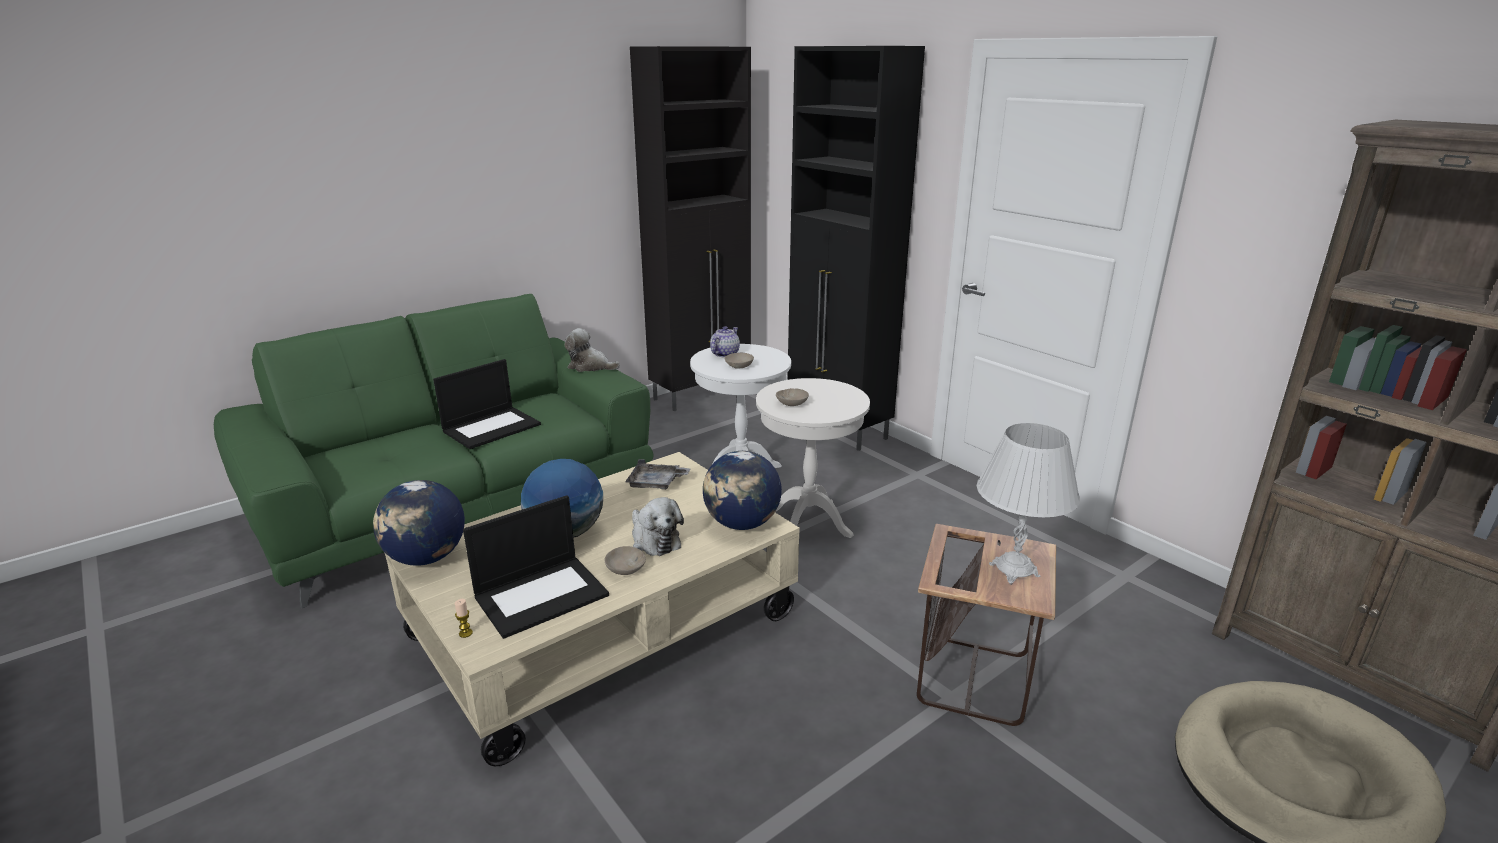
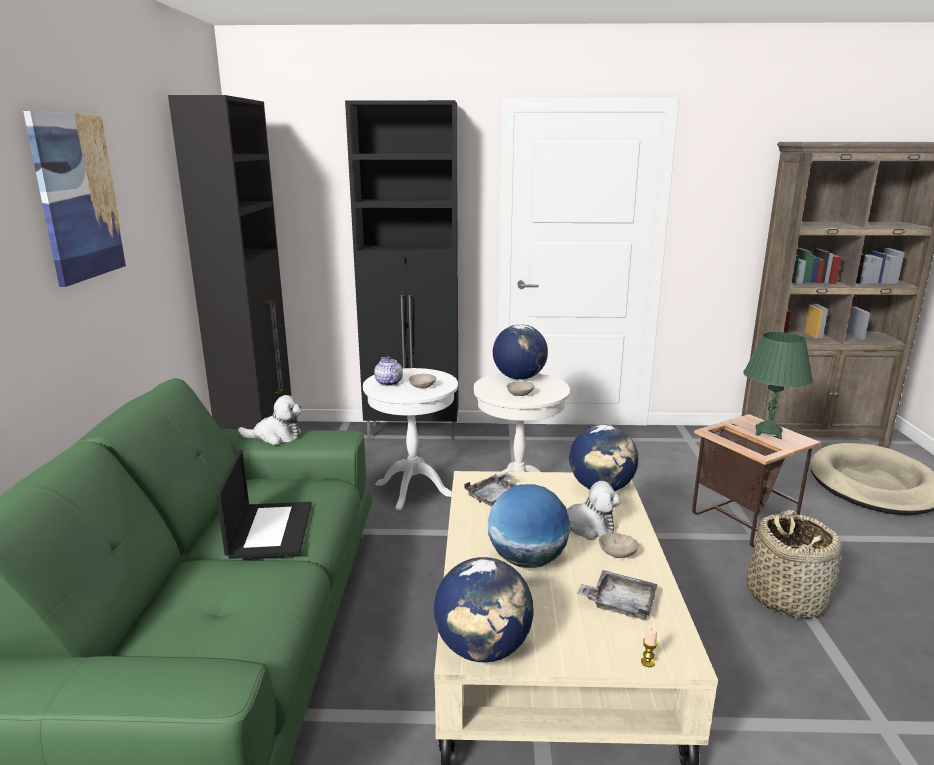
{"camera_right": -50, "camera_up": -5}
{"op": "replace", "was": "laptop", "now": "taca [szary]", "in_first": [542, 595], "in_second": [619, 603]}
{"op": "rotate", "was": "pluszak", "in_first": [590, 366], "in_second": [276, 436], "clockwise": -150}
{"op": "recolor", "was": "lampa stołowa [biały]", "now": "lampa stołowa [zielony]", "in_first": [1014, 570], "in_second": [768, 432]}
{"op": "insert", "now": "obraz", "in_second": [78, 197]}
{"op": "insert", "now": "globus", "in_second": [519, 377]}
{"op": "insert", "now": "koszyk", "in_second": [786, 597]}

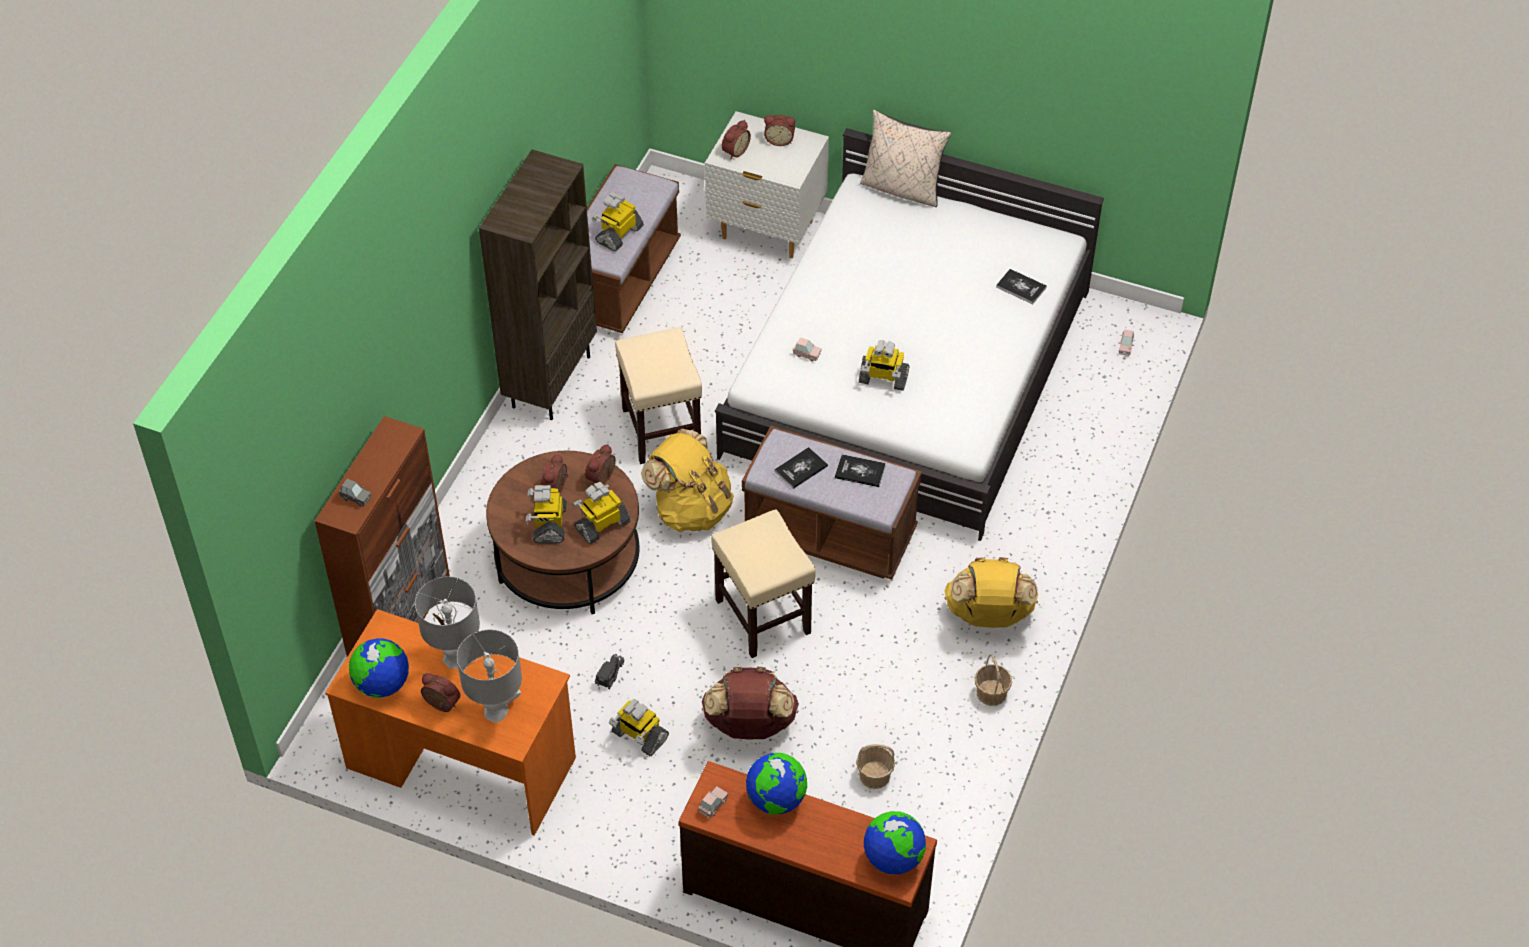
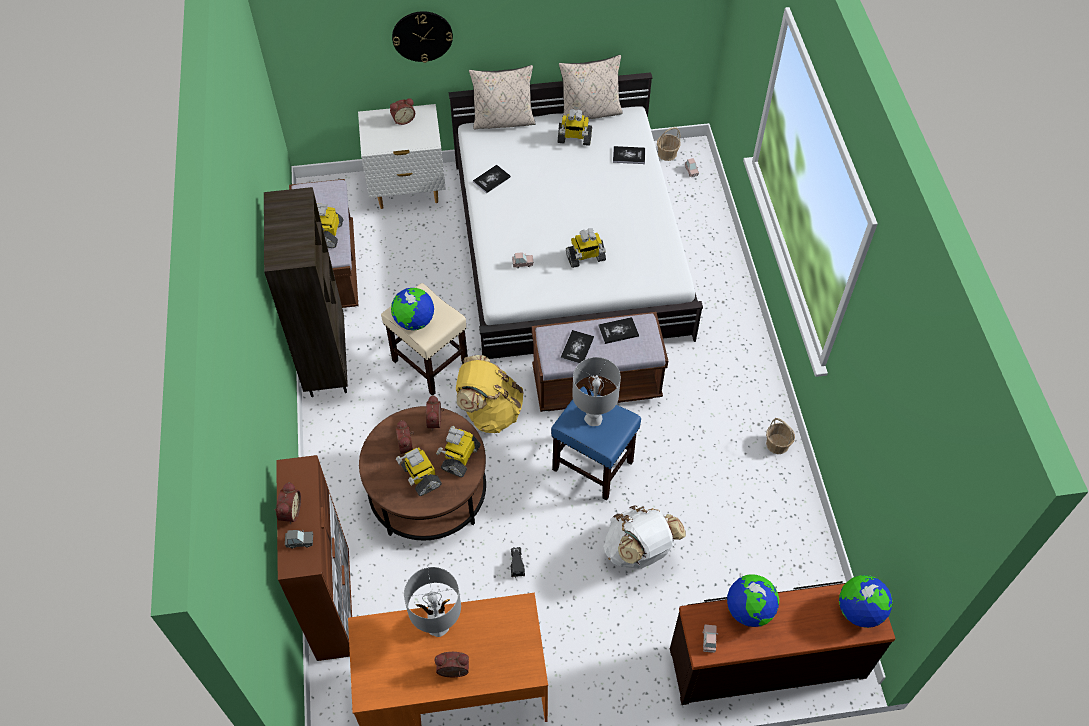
{"camera_right": -30, "camera_up": 5}
{"op": "move", "was": "globus", "in_first": [382, 684], "in_second": [414, 321]}
{"op": "move", "was": "lampa stołowa [szary]", "in_first": [496, 711], "in_second": [594, 418]}
{"op": "move", "was": "robot zabawkowy", "in_first": [639, 736], "in_second": [574, 139]}
{"op": "recolor", "was": "plecak [brązowy]", "now": "plecak [biały]", "in_first": [749, 725], "in_second": [639, 551]}
{"op": "recolor", "was": "stołek [beżowy]", "now": "stołek [niebieski]", "in_first": [764, 617], "in_second": [593, 466]}
{"op": "move", "was": "budzik", "in_first": [734, 151], "in_second": [289, 512]}
{"op": "move", "was": "koszyk", "in_first": [874, 775], "in_second": [667, 153]}
{"op": "delete", "was": "plecak [żółty]", "in_first": [988, 615]}
{"op": "insert", "now": "zegar ścienny", "in_second": [422, 36]}
{"op": "insert", "now": "książka", "in_second": [491, 179]}
{"op": "insert", "now": "poduszka [beżowy]", "in_second": [590, 112]}

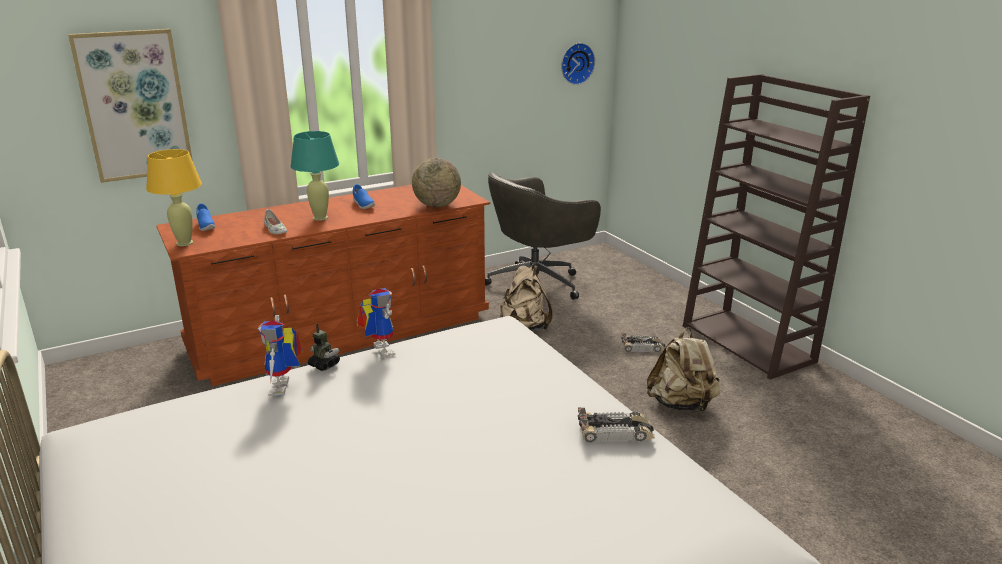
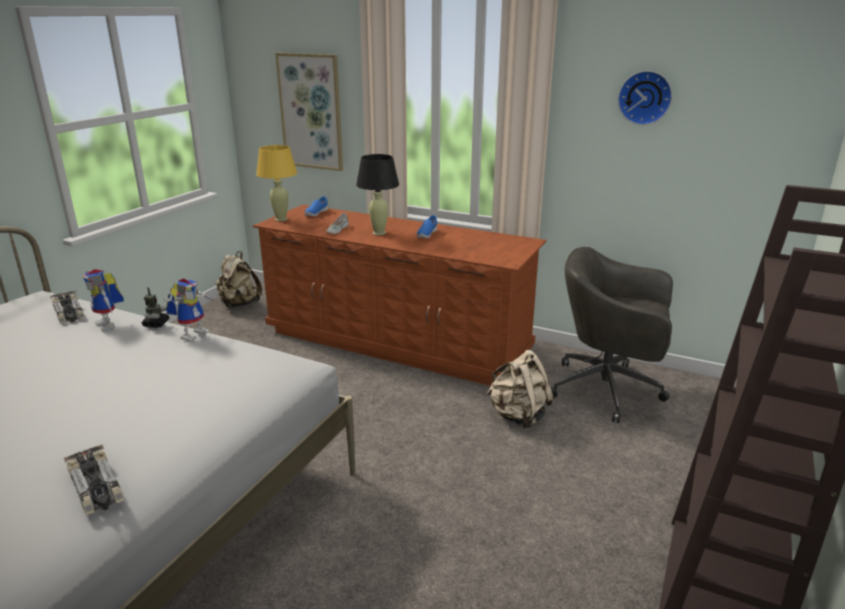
{"camera_right": 55, "camera_up": 0}
{"op": "rotate", "was": "robot zabawkowy", "in_first": [284, 388], "in_second": [110, 324], "clockwise": -90}
{"op": "recolor", "was": "lampa stołowa [turkusowy]", "now": "lampa stołowa [czarny]", "in_first": [320, 218], "in_second": [379, 233]}
{"op": "delete", "was": "globus", "in_first": [437, 205]}
{"op": "move", "was": "zegar ścienny", "in_first": [576, 63], "in_second": [645, 97]}
{"op": "move", "was": "samochodzik", "in_first": [643, 347], "in_second": [69, 313]}
{"op": "move", "was": "plecak [beżowy]", "in_first": [681, 404], "in_second": [239, 304]}

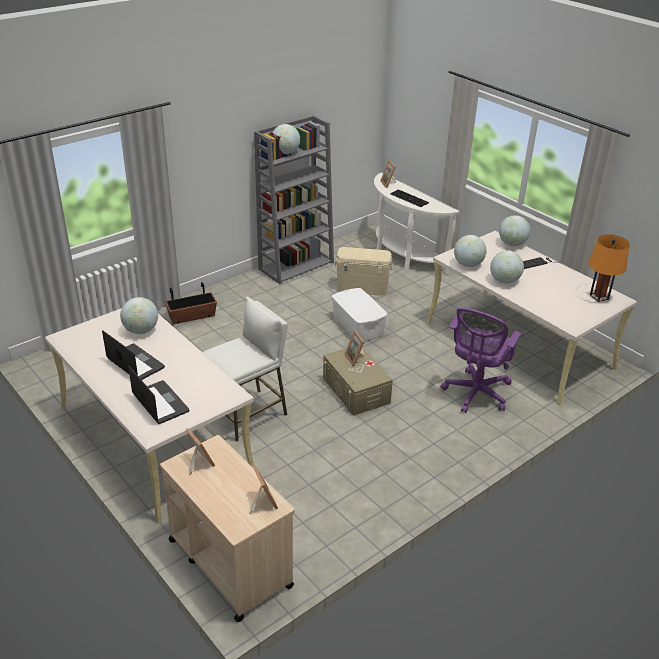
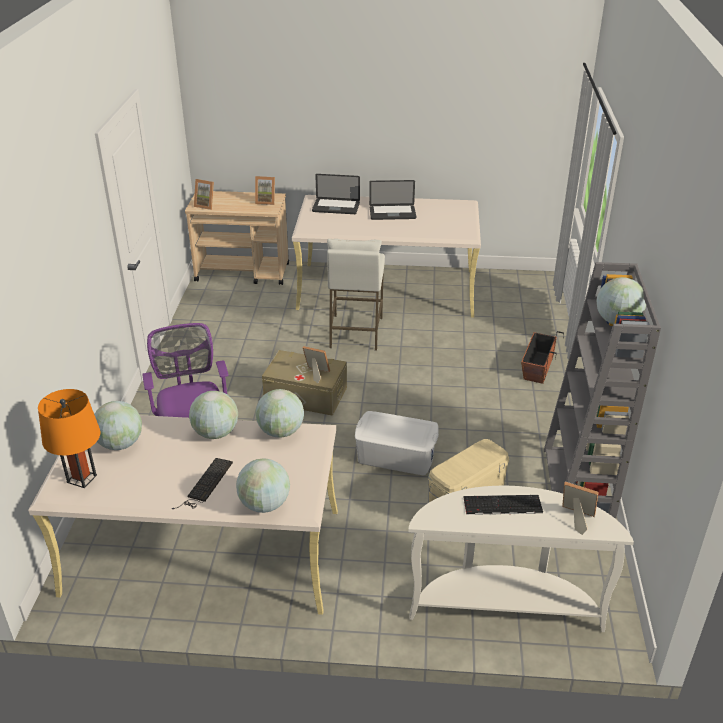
{"camera_right": 135, "camera_up": 0}
{"op": "move", "was": "globus", "in_first": [141, 330], "in_second": [120, 444]}

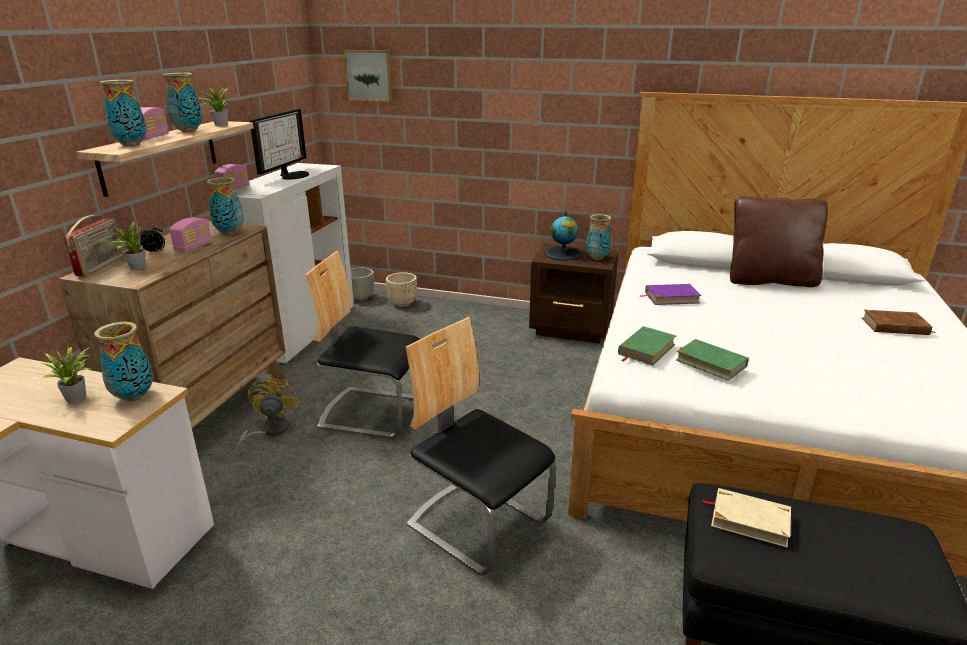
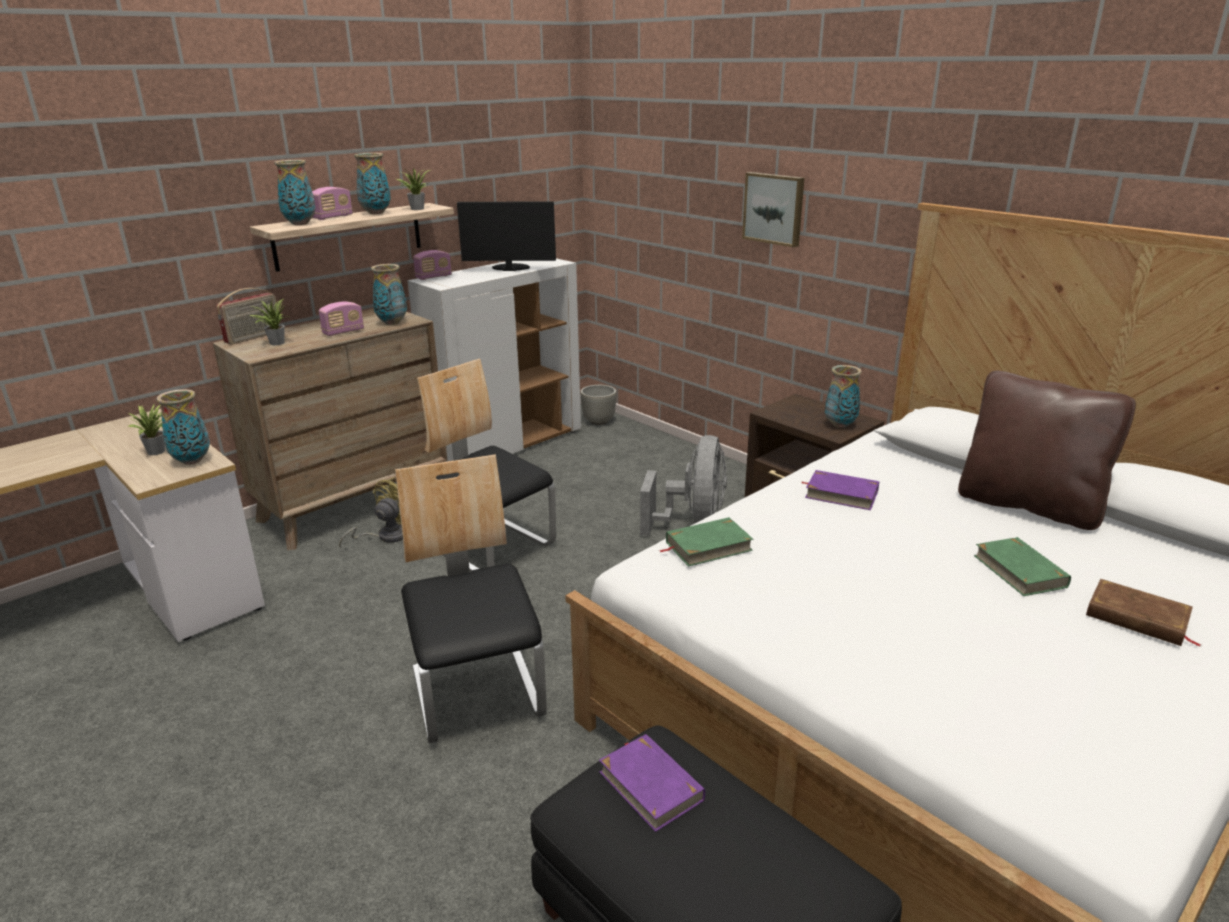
{"camera_right": 30, "camera_up": 0}
{"op": "delete", "was": "budzik", "in_first": [155, 252]}
{"op": "rotate", "was": "monitor", "in_first": [292, 175], "in_second": [510, 268], "clockwise": -135}
{"op": "move", "was": "obraz", "in_first": [370, 75], "in_second": [774, 208]}
{"op": "delete", "was": "donica [beżowy]", "in_first": [402, 304]}
{"op": "delete", "was": "globus", "in_first": [563, 254]}
{"op": "move", "was": "książka [zielony]", "in_first": [710, 363], "in_second": [1019, 571]}
{"op": "recolor", "was": "książka [beżowy]", "now": "książka [fioletowy]", "in_first": [749, 520], "in_second": [651, 785]}
{"op": "insert", "now": "wentylator [szary]", "in_second": [692, 523]}

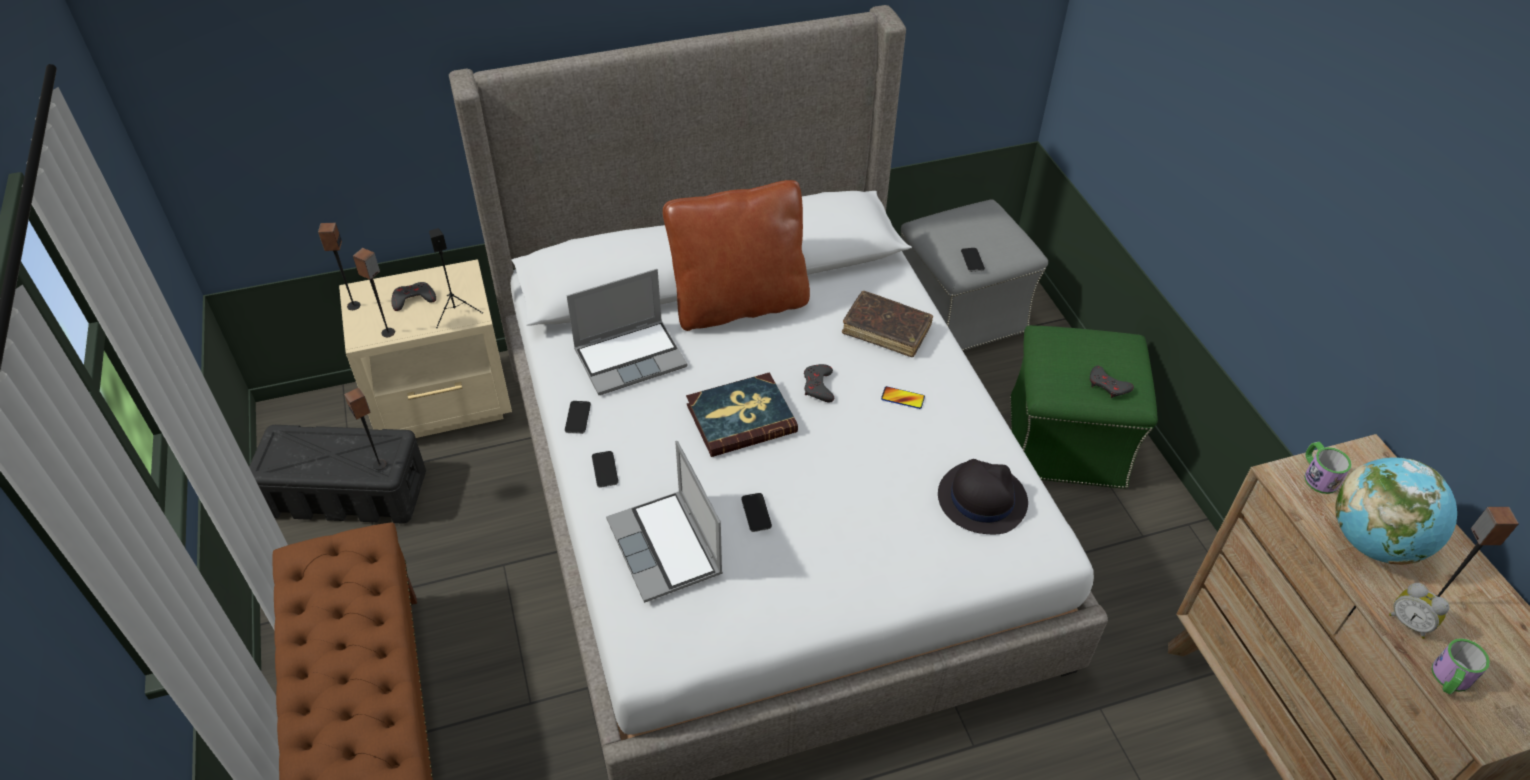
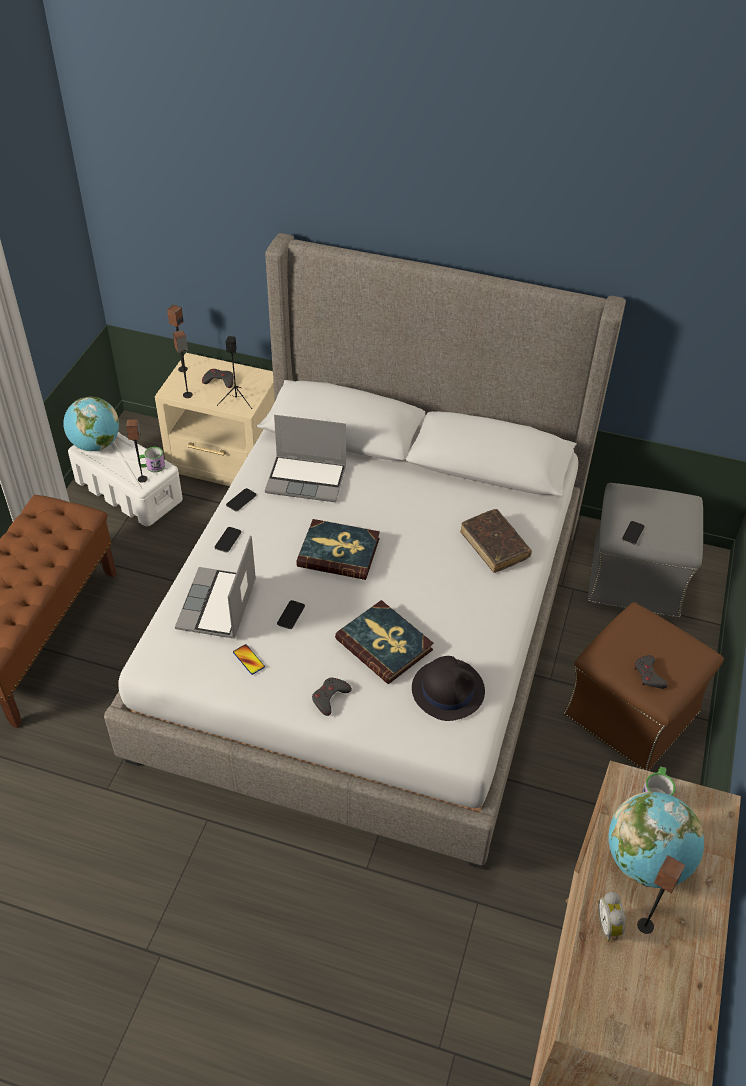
{"camera_right": 35, "camera_up": 0}
{"op": "recolor", "was": "pojemnik do przechowywania [czarny]", "now": "pojemnik do przechowywania [biały]", "in_first": [345, 493], "in_second": [128, 490]}
{"op": "delete", "was": "poduszka [brązowy]", "in_first": [739, 304]}
{"op": "move", "was": "pad do gier [szary]", "in_first": [818, 386], "in_second": [330, 697]}
{"op": "move", "was": "telefon", "in_first": [902, 398], "in_second": [248, 660]}
{"op": "recolor", "was": "pufa [zielony]", "now": "pufa [brązowy]", "in_first": [1068, 442], "in_second": [632, 714]}
{"op": "move", "was": "kubek", "in_first": [1449, 679], "in_second": [152, 466]}
{"op": "insert", "now": "globus", "in_second": [95, 445]}
{"op": "insert", "now": "książka", "in_second": [384, 644]}

